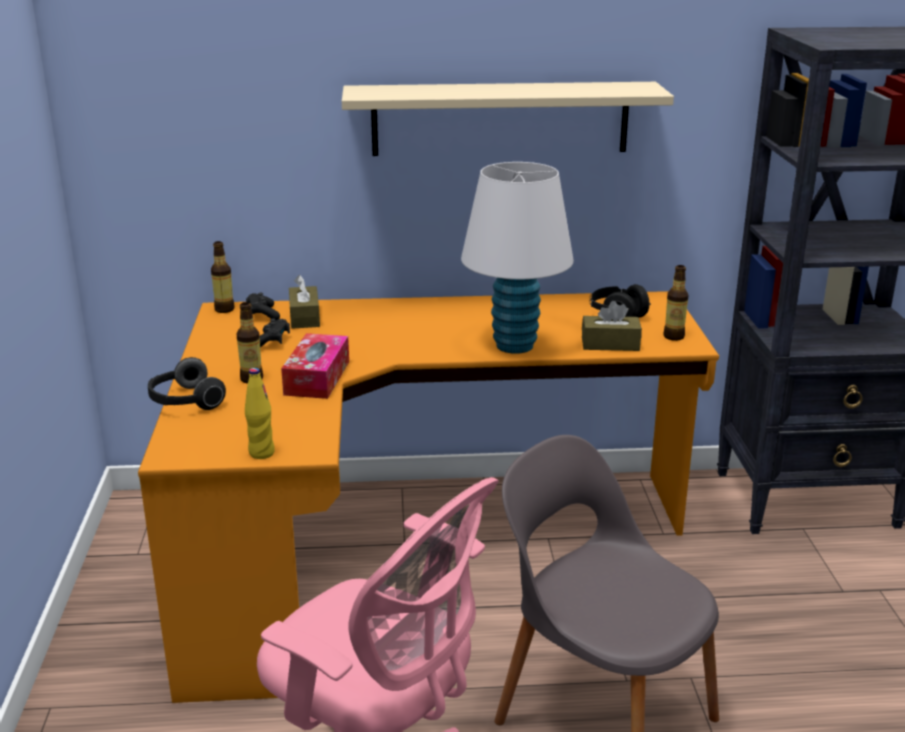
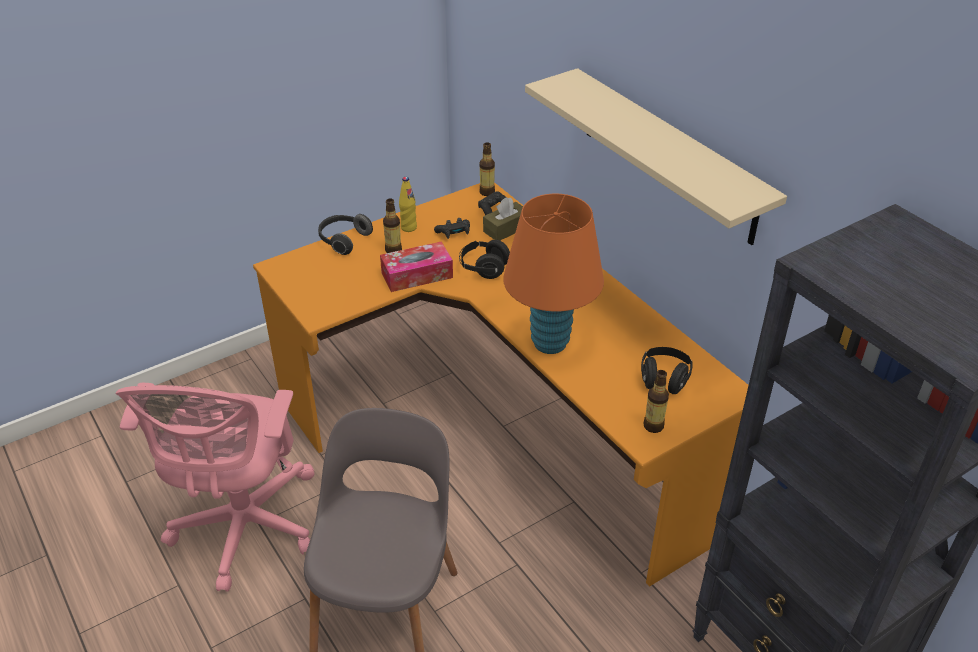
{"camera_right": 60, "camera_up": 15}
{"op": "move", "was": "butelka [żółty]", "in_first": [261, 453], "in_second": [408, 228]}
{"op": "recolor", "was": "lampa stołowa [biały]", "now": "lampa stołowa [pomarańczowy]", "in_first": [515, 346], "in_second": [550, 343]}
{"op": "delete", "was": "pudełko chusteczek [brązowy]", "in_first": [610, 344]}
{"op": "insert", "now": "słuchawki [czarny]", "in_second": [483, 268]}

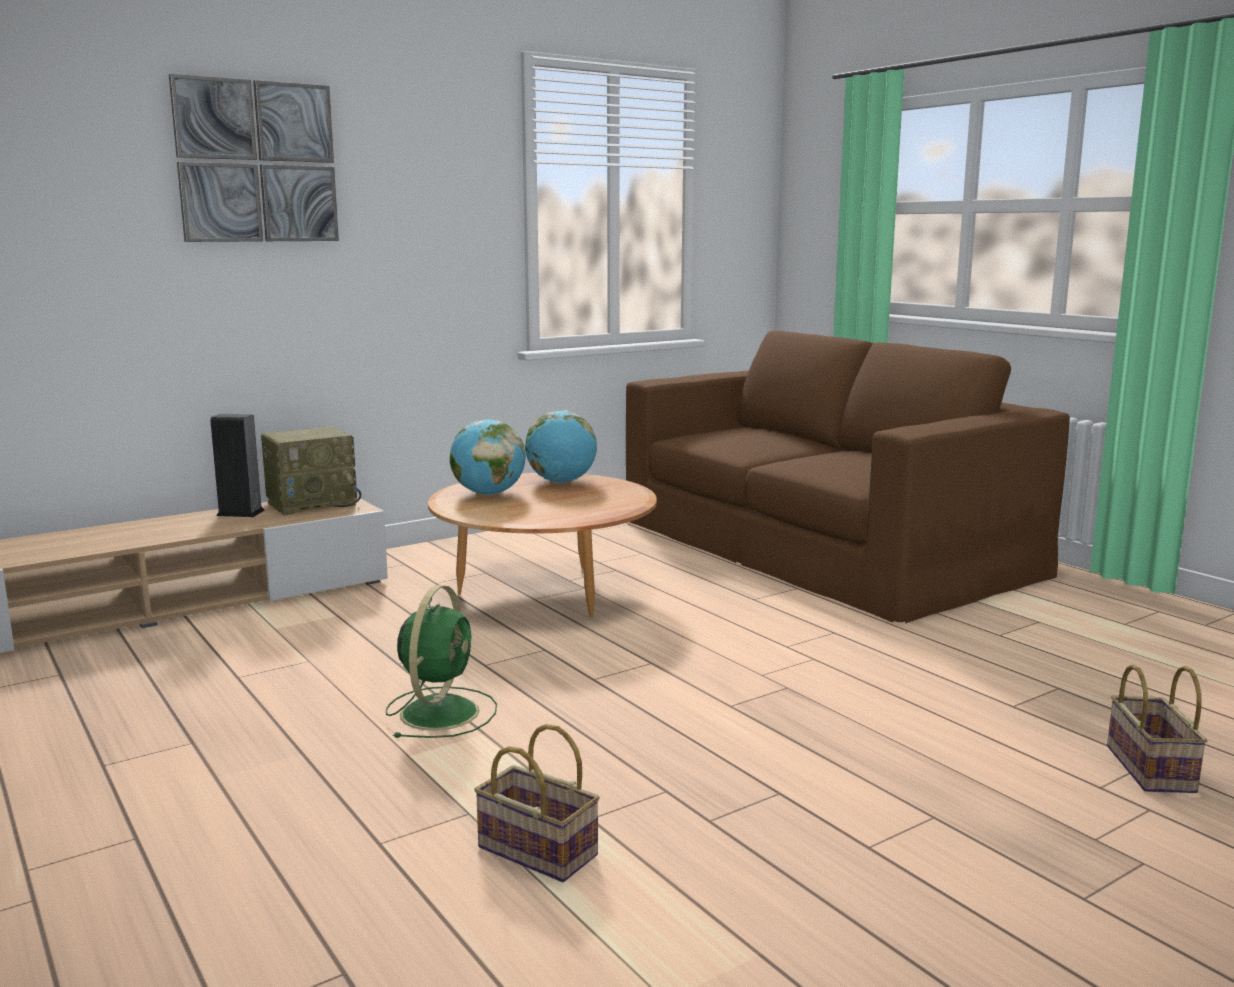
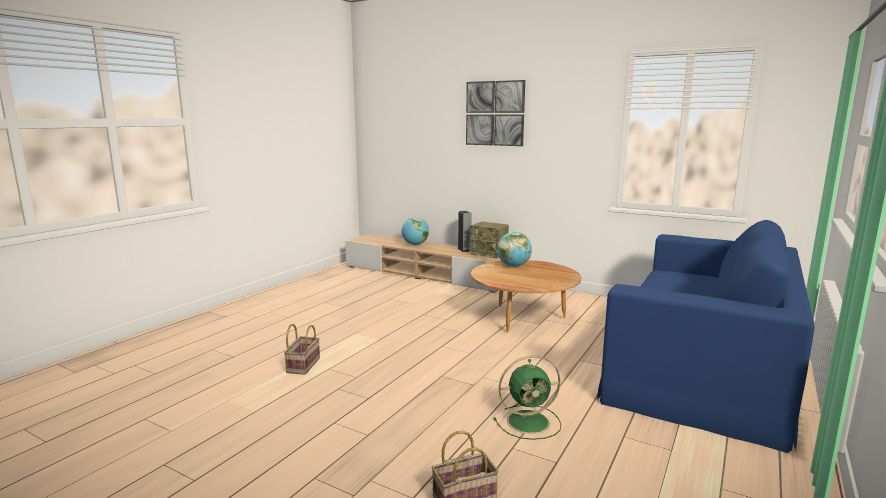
{"camera_right": 65, "camera_up": 0}
{"op": "move", "was": "wentylator [zielony]", "in_first": [441, 711], "in_second": [530, 422]}
{"op": "move", "was": "globus", "in_first": [561, 482], "in_second": [415, 244]}
{"op": "recolor", "was": "kanapa [brązowy]", "now": "kanapa [niebieski]", "in_first": [822, 545], "in_second": [704, 363]}

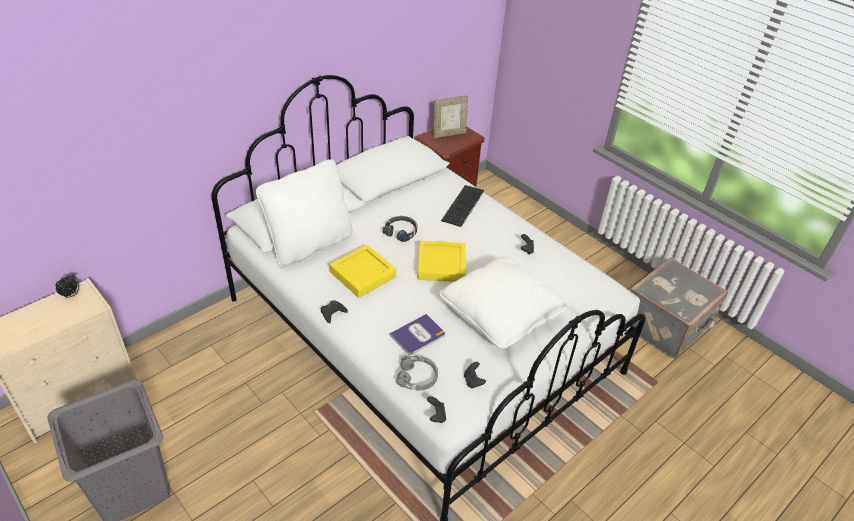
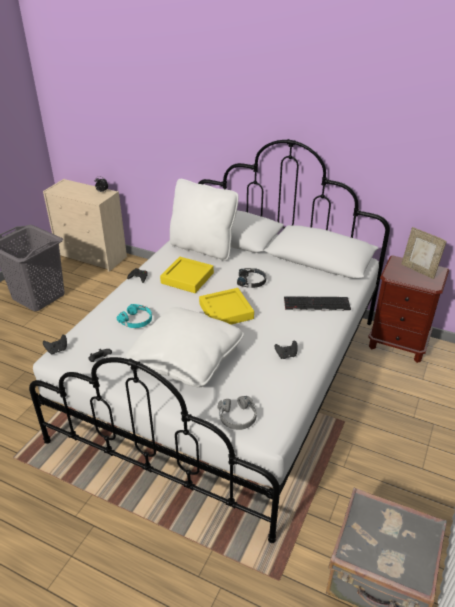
{"camera_right": 70, "camera_up": -5}
{"op": "replace", "was": "książka", "now": "słuchawki [turkusowy]", "in_first": [418, 335], "in_second": [136, 320]}
{"op": "move", "was": "słuchawki [szary]", "in_first": [417, 377], "in_second": [237, 417]}

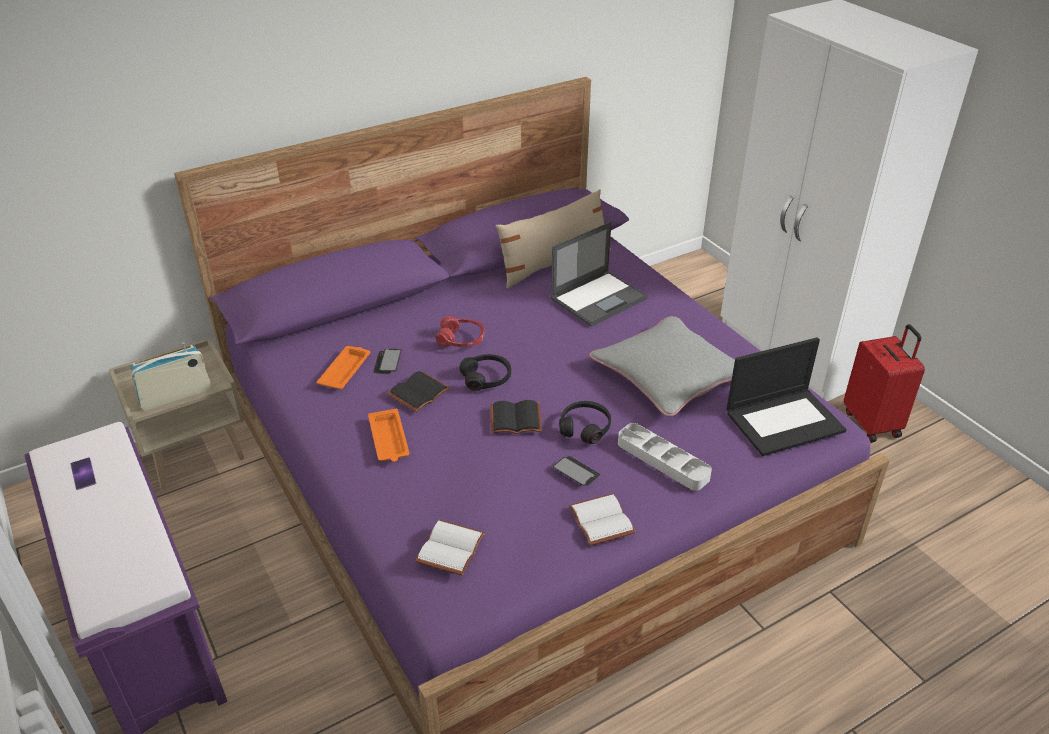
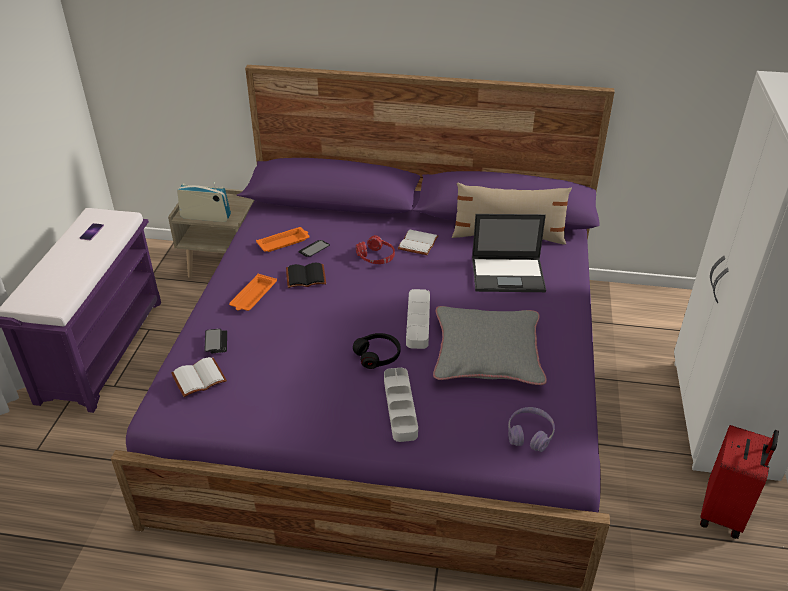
{"camera_right": 40, "camera_up": 0}
{"op": "delete", "was": "słuchawki [czarny]", "in_first": [486, 378]}
{"op": "delete", "was": "książka [czarny]", "in_first": [514, 420]}
{"op": "move", "was": "telefon", "in_first": [576, 472], "in_second": [216, 342]}
{"op": "move", "was": "książka [biały]", "in_first": [599, 520], "in_second": [417, 243]}
{"op": "replace", "was": "laptop", "now": "słuchawki [fioletowy]", "in_first": [785, 421], "in_second": [530, 434]}
{"op": "insert", "now": "taca [szary]", "in_second": [418, 322]}

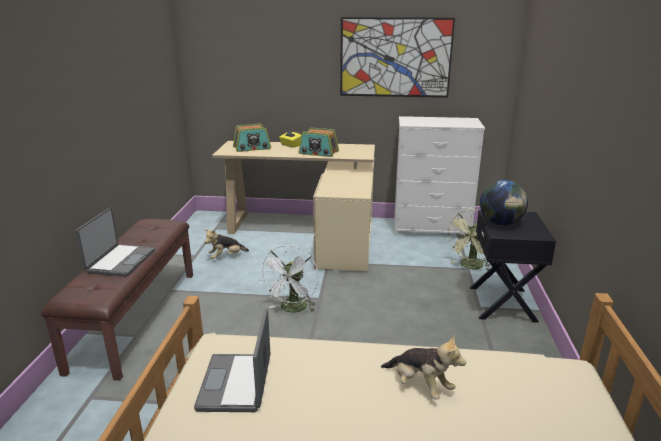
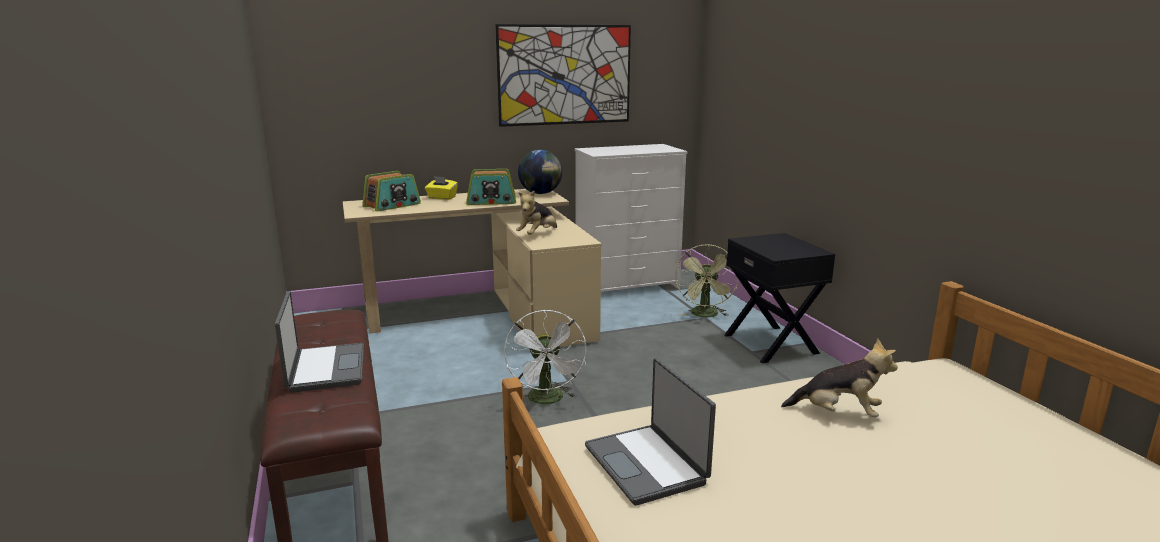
{"camera_right": -25, "camera_up": -5}
{"op": "move", "was": "pluszak", "in_first": [226, 257], "in_second": [538, 235]}
{"op": "move", "was": "globus", "in_first": [501, 223], "in_second": [540, 193]}

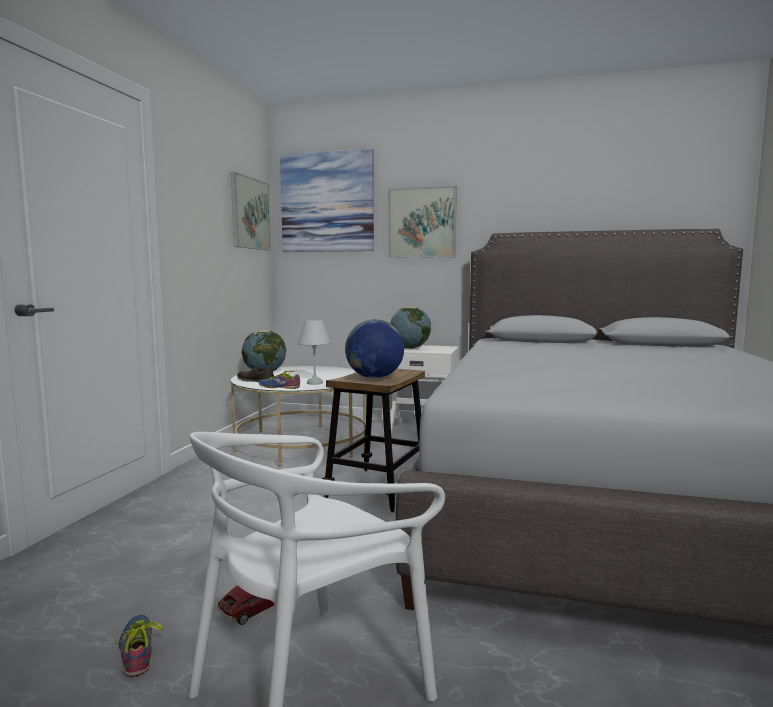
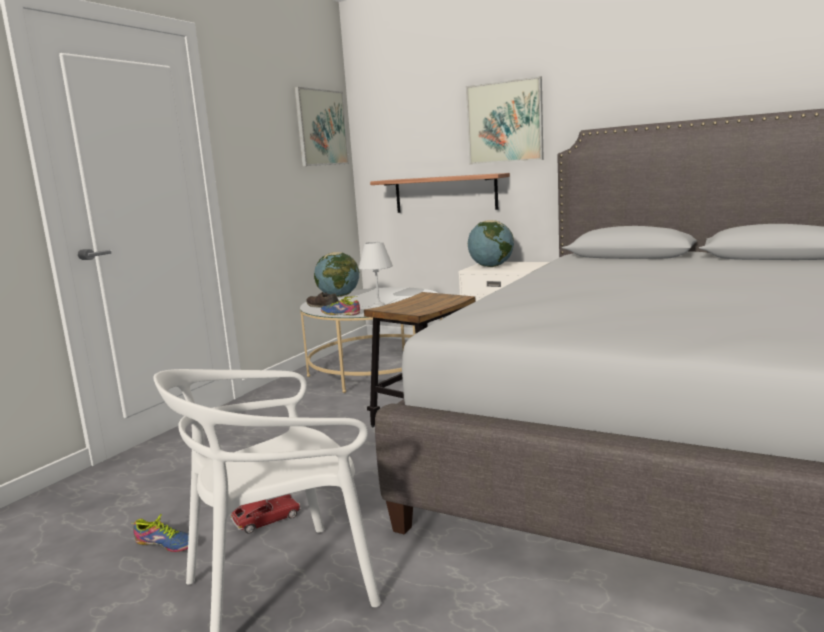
{"camera_right": 15, "camera_up": 5}
{"op": "rotate", "was": "but", "in_first": [140, 649], "in_second": [164, 545], "clockwise": 120}
{"op": "delete", "was": "obraz", "in_first": [327, 202]}
{"op": "delete", "was": "globus", "in_first": [374, 377]}
{"op": "insert", "now": "półka", "in_second": [445, 193]}

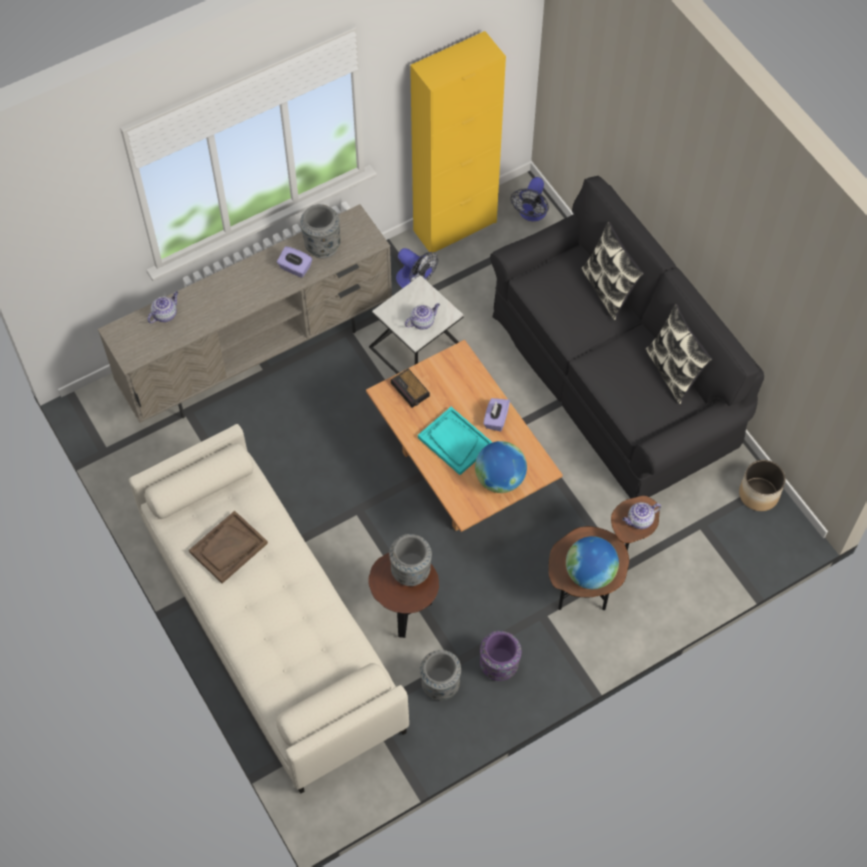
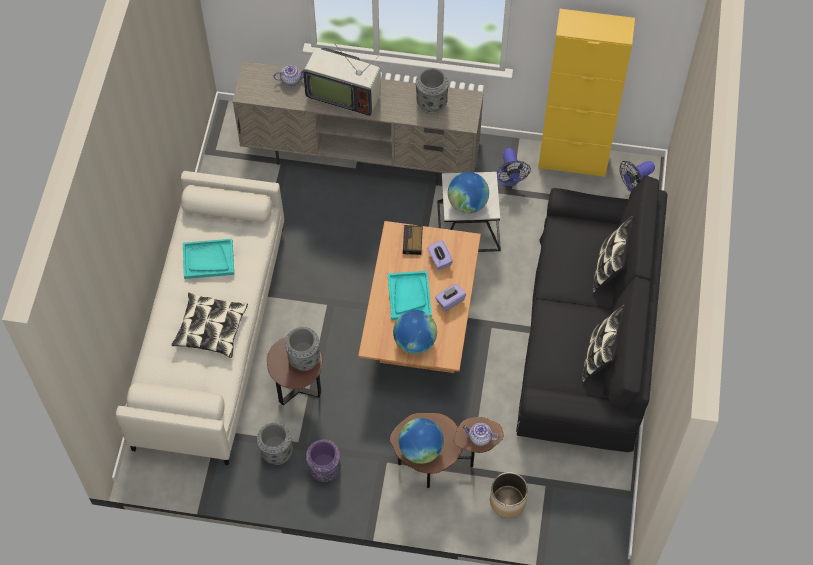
{"camera_right": 40, "camera_up": 0}
{"op": "recolor", "was": "taca [brązowy]", "now": "taca [turkusowy]", "in_first": [228, 548], "in_second": [208, 260]}
{"op": "move", "was": "pudełko chusteczek [fioletowy]", "in_first": [295, 268], "in_second": [439, 260]}
{"op": "replace", "was": "imbryk", "now": "globus", "in_first": [422, 322], "in_second": [468, 203]}
{"op": "move", "was": "donica", "in_first": [759, 494], "in_second": [508, 501]}
{"op": "insert", "now": "poduszka", "in_second": [211, 329]}
{"op": "insert", "now": "telewizor", "in_second": [343, 94]}

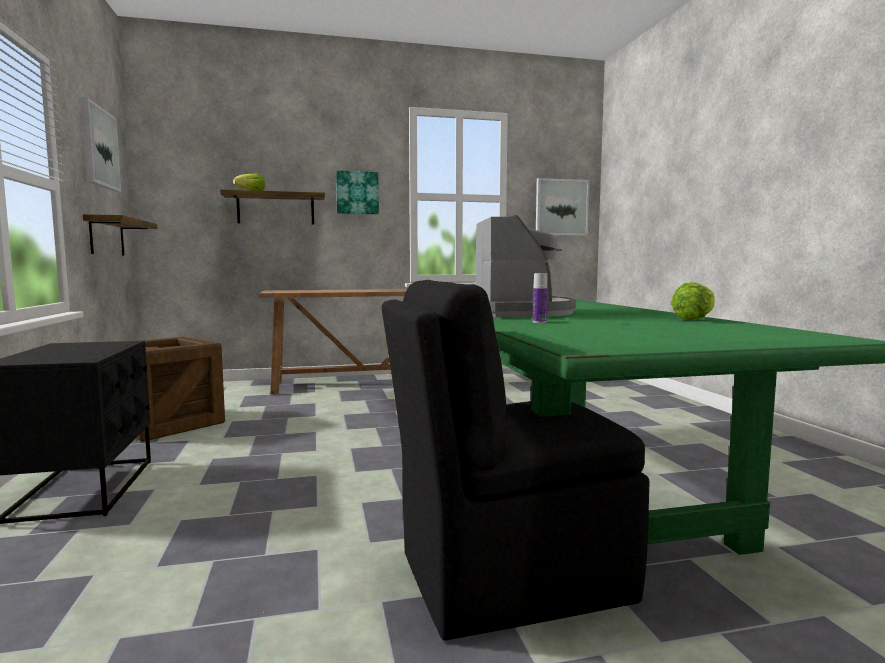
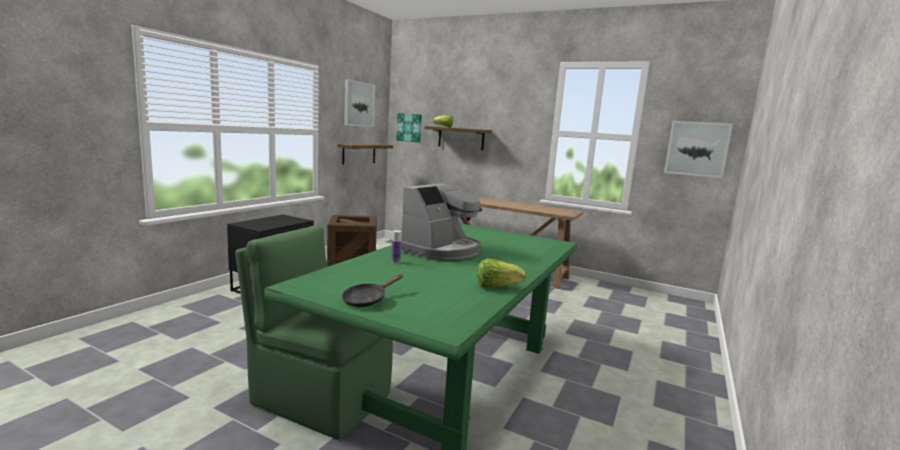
{"camera_right": 40, "camera_up": 5}
{"op": "move", "was": "obraz", "in_first": [357, 193], "in_second": [409, 127]}
{"op": "recolor", "was": "krzesło [czarny]", "now": "krzesło [zielony]", "in_first": [507, 577], "in_second": [319, 397]}
{"op": "insert", "now": "patelnia [czarny]", "in_second": [367, 300]}

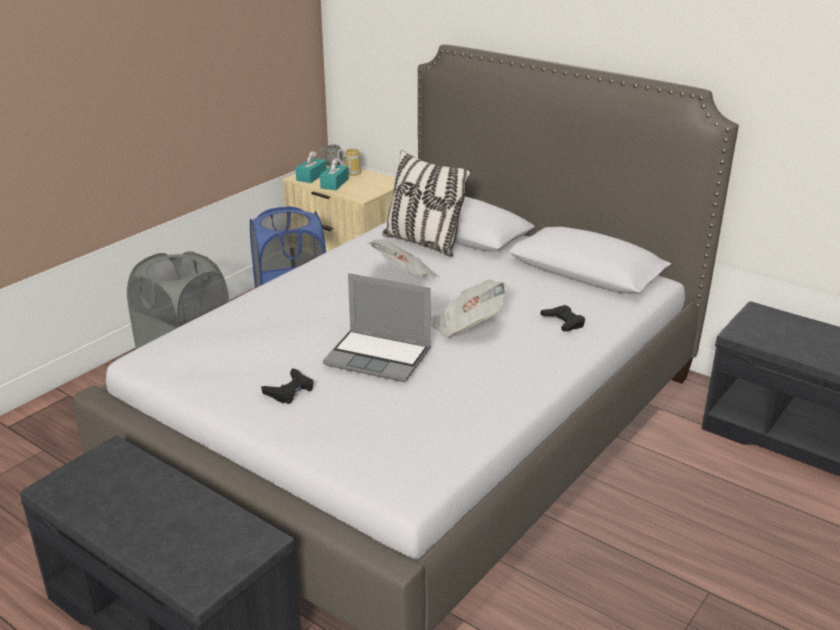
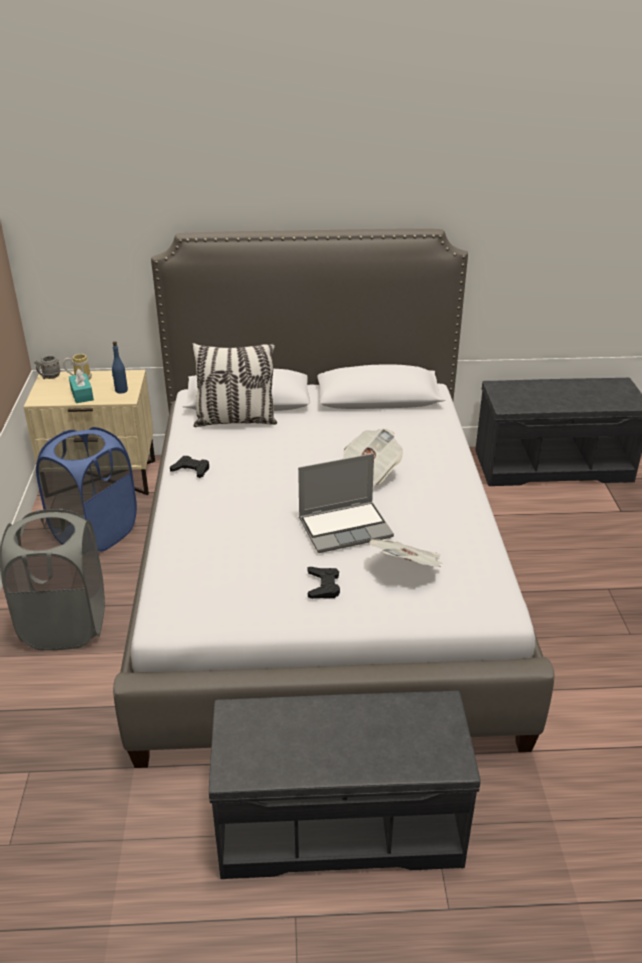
{"camera_right": -40, "camera_up": 5}
{"op": "delete", "was": "pudełko chusteczek [turkusowy]", "in_first": [311, 176]}
{"op": "move", "was": "gazeta", "in_first": [404, 276], "in_second": [408, 568]}
{"op": "move", "was": "pad do gier [czarny]", "in_first": [563, 322], "in_second": [191, 470]}
{"op": "insert", "now": "butelka [niebieski]", "in_second": [121, 390]}

